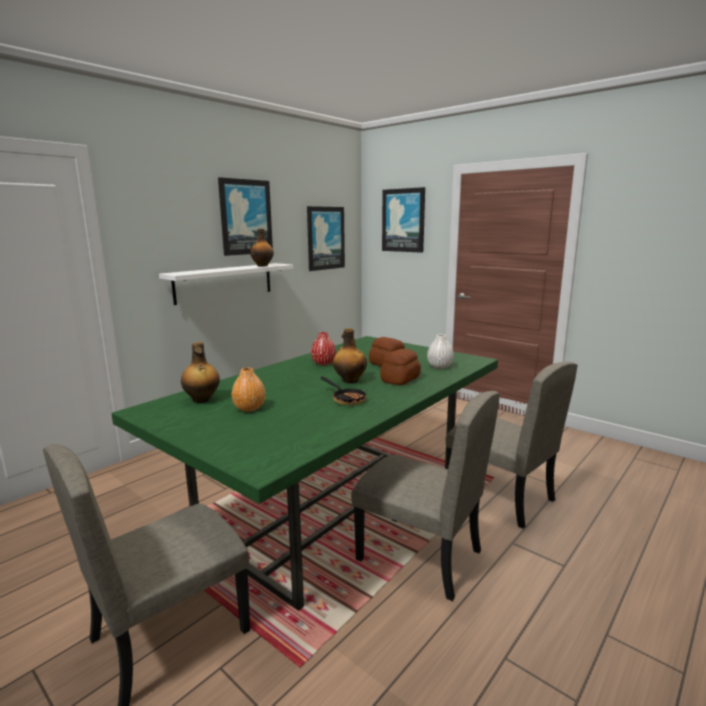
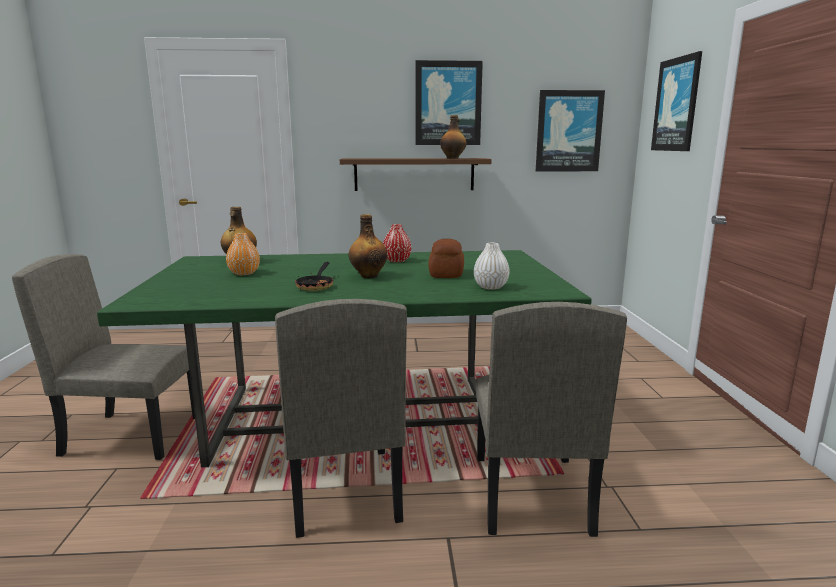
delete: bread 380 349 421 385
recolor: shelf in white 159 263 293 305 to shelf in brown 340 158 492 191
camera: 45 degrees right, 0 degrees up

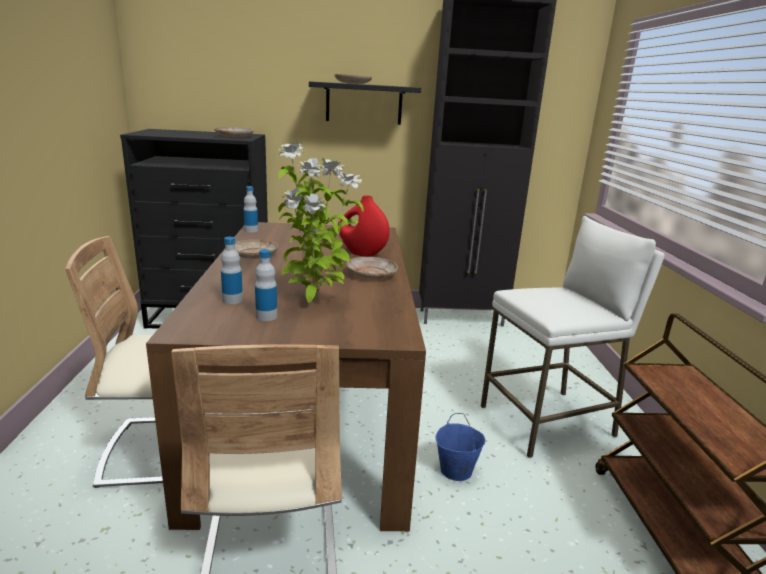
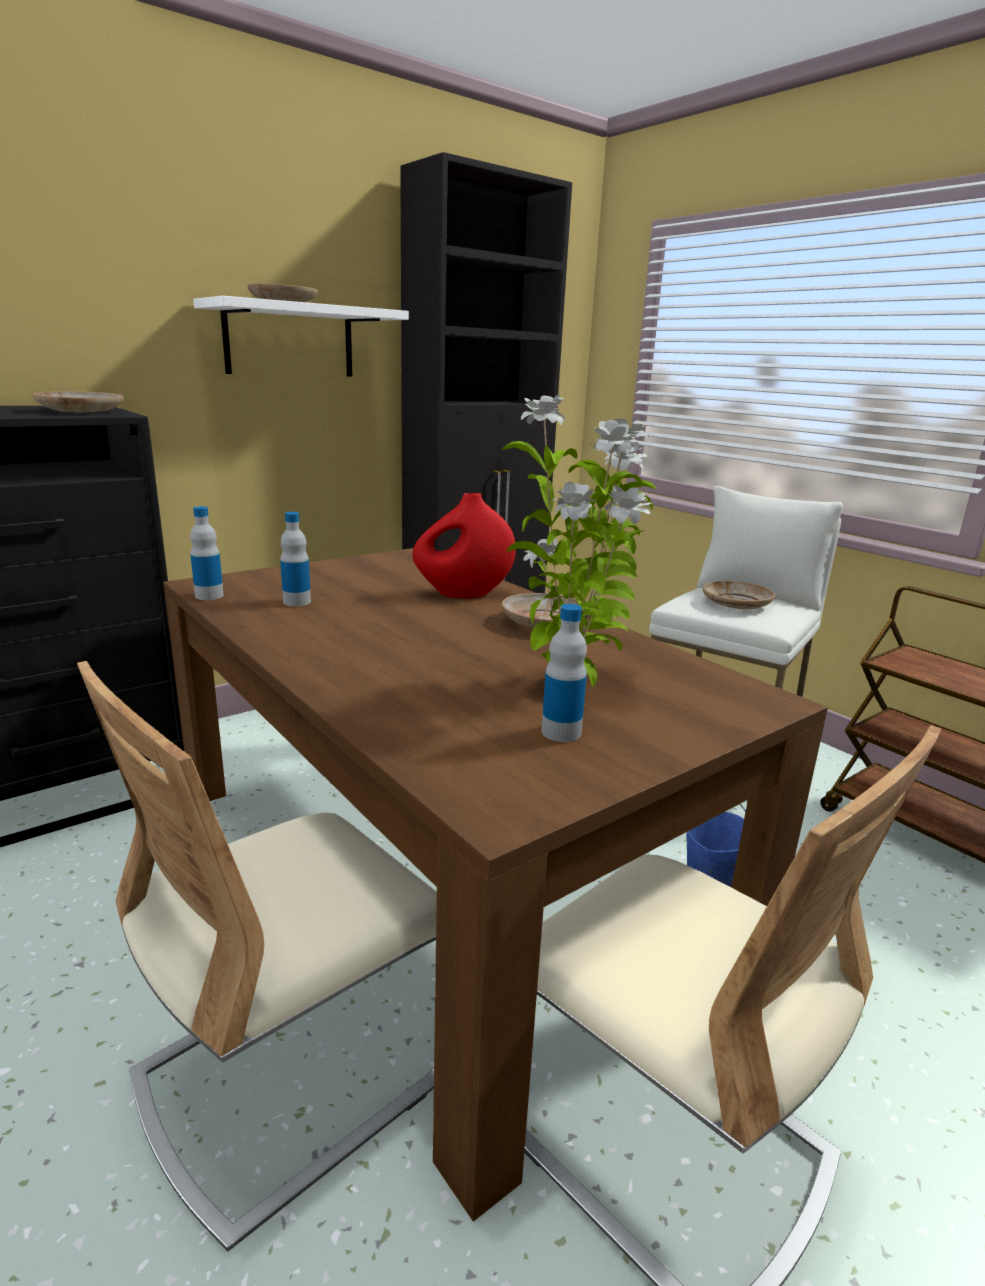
move: bottle 221 237 243 304 to 280 512 311 606; plate in beige 234 240 278 259 to 703 581 775 609
recolor: shelf in black 309 81 421 125 to shelf in white 193 296 409 377
camera: 35 degrees left, 0 degrees up

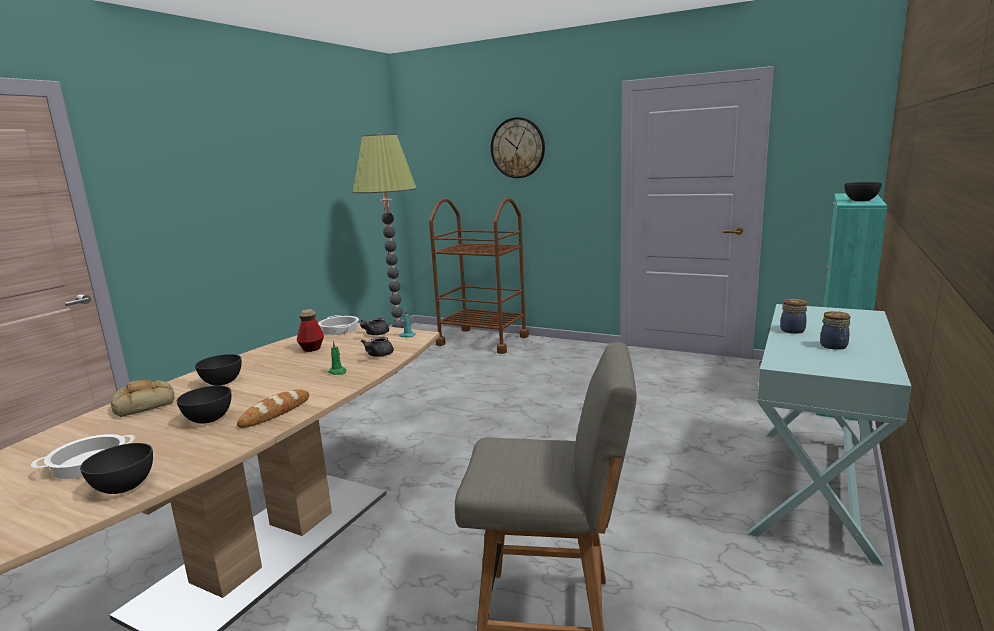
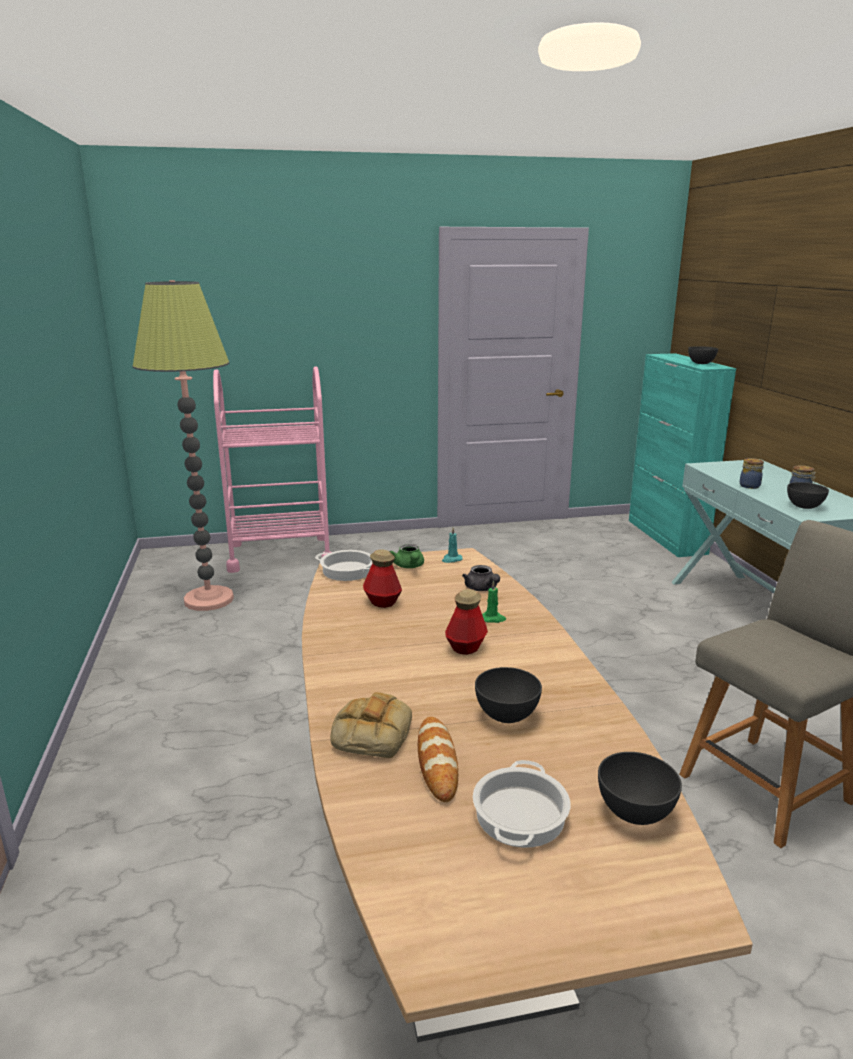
delete: wall clock 491 117 545 178
insert: bottle 445 589 488 655
move: bread 237 389 309 428 to 418 717 458 802; bowl in grey 195 354 242 386 to 787 482 829 509
recolor: cart in brown 429 198 529 354 to cart in pink 213 366 331 573; teapot in grey 360 318 389 335 to teapot in green 389 544 424 568
camera: 40 degrees left, 5 degrees up

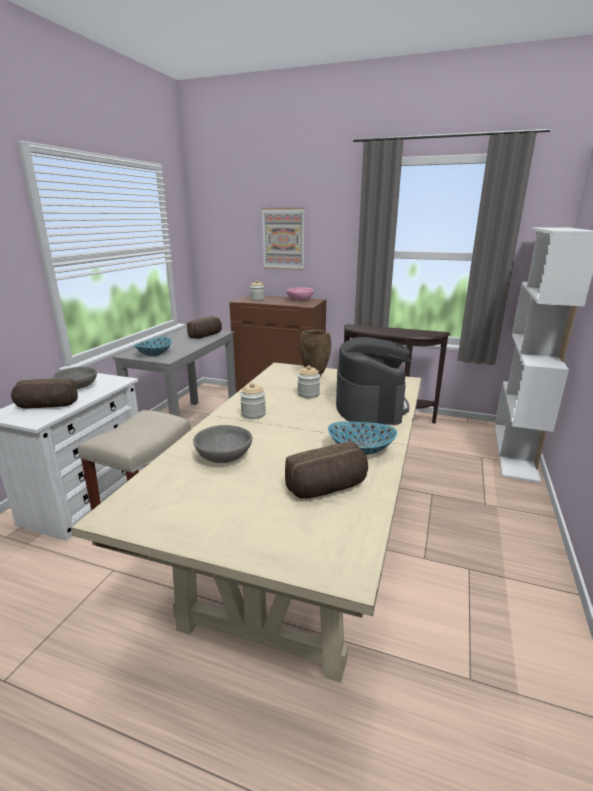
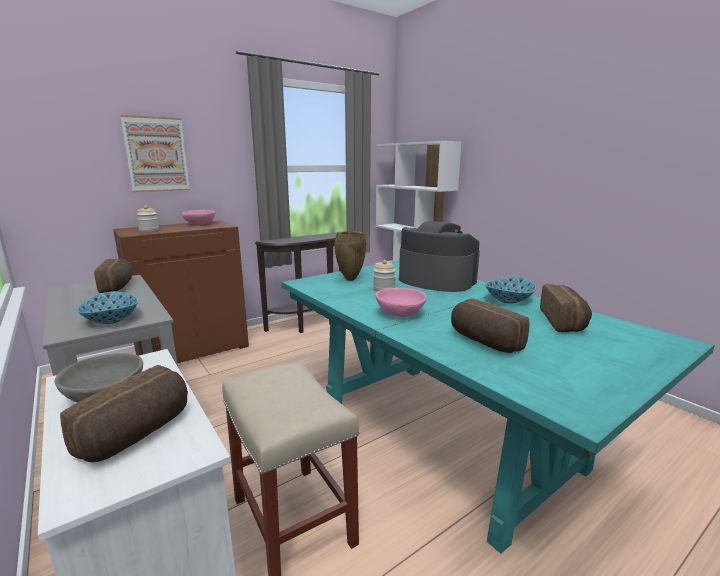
replace: jar 240 383 266 419 to bowl in pink 375 288 427 317; bowl in grey 193 425 252 463 to bread 451 298 529 353
recolor: dining table in beige 71 362 422 683 to dining table in turquoise 281 260 715 554
camera: 55 degrees left, 5 degrees down

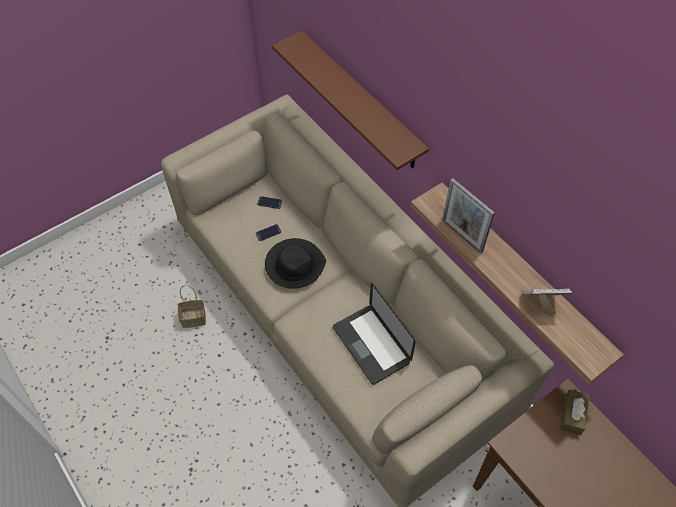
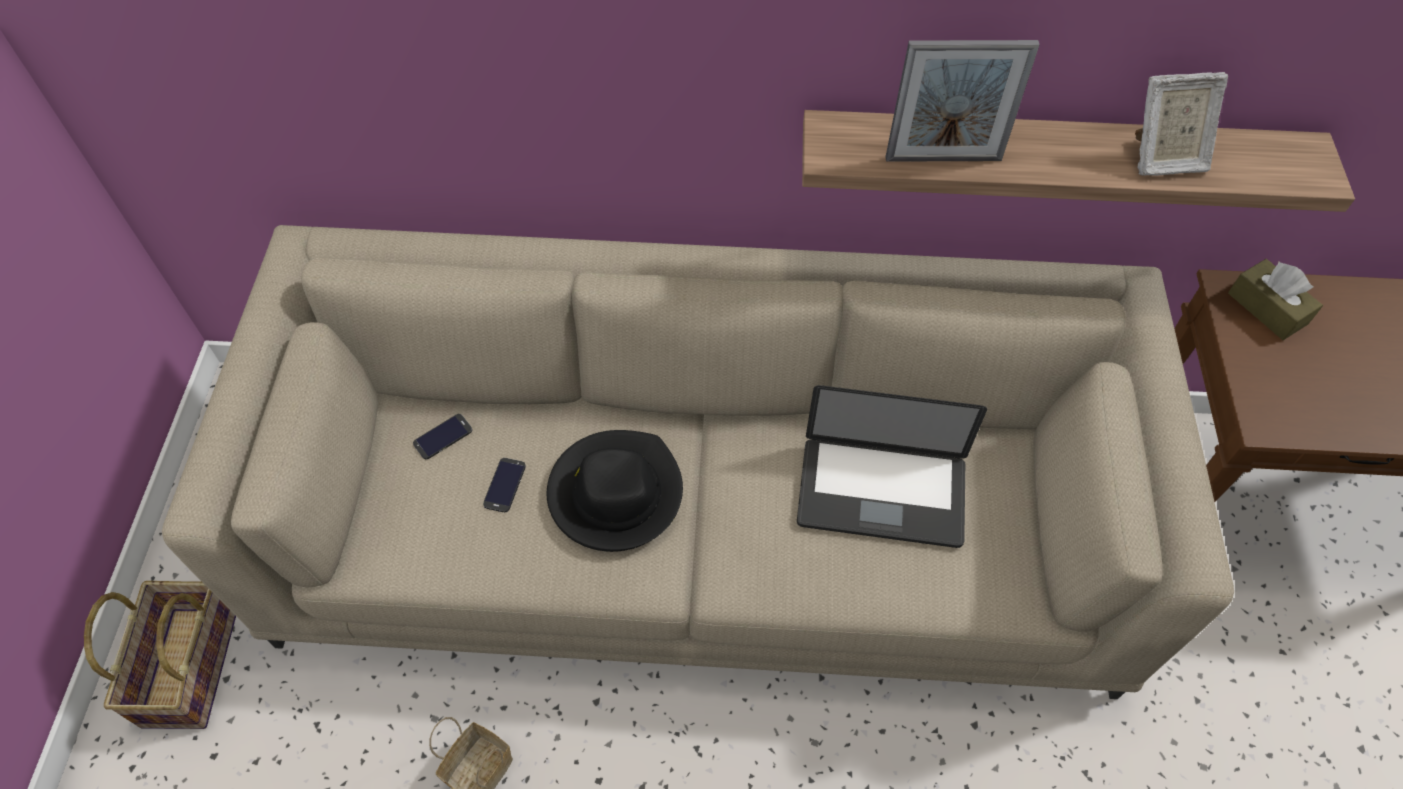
delete: shelf in brown 272 31 429 170
insert: basket 84 581 236 729
rotate: picture frame 521 289 572 316 = 1135 72 1228 176 135 degrees counterclockwise
camera: 50 degrees left, 0 degrees up

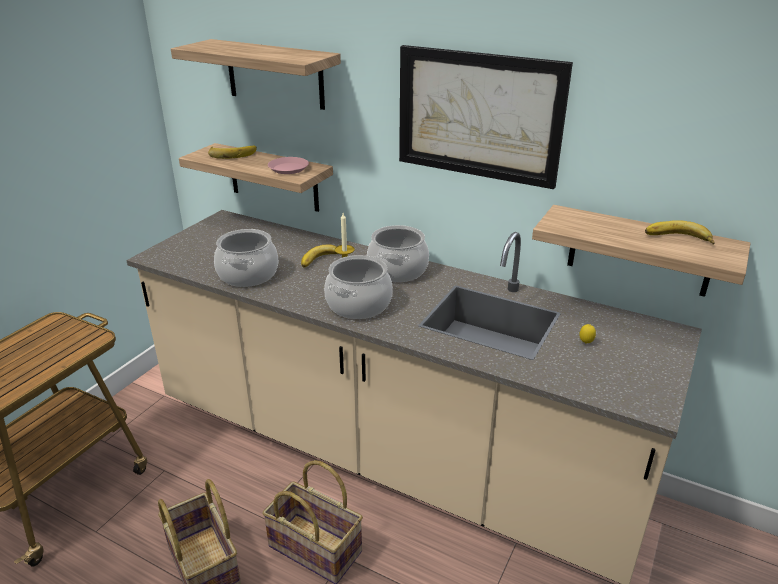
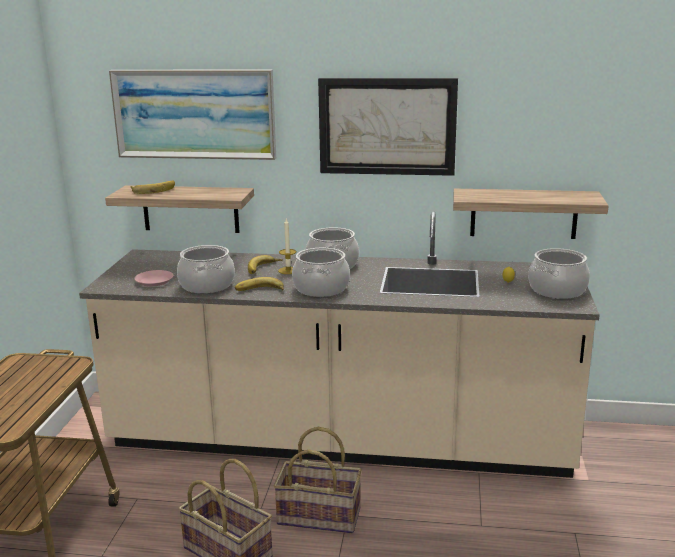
insert: cooking pot 528 248 590 299
move: plate in pink 268 157 309 174 to 135 270 174 287; banana 645 220 715 245 to 235 277 284 291
replace: shelf 171 39 341 110 to picture 109 70 276 160
camera: 20 degrees left, 10 degrees down

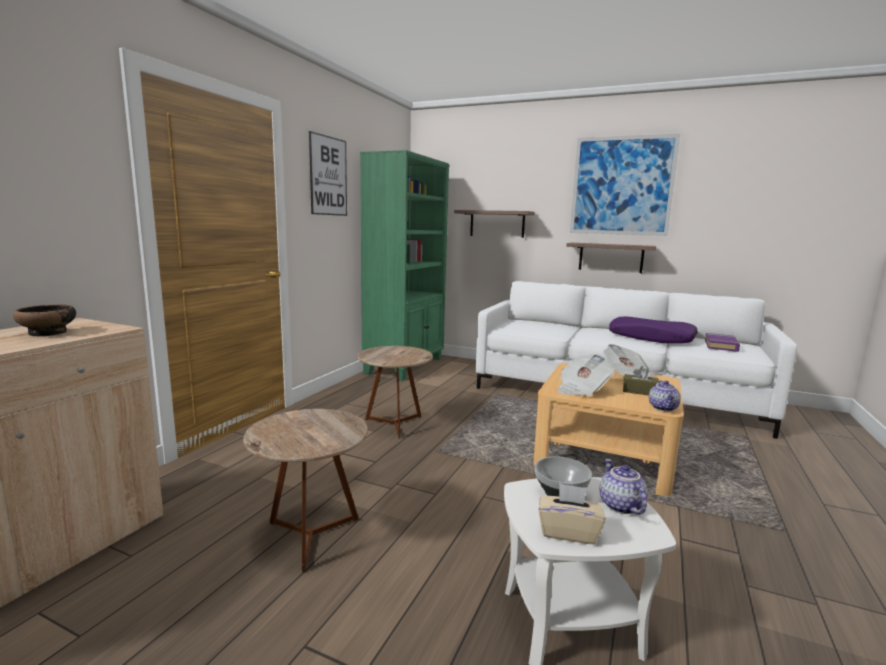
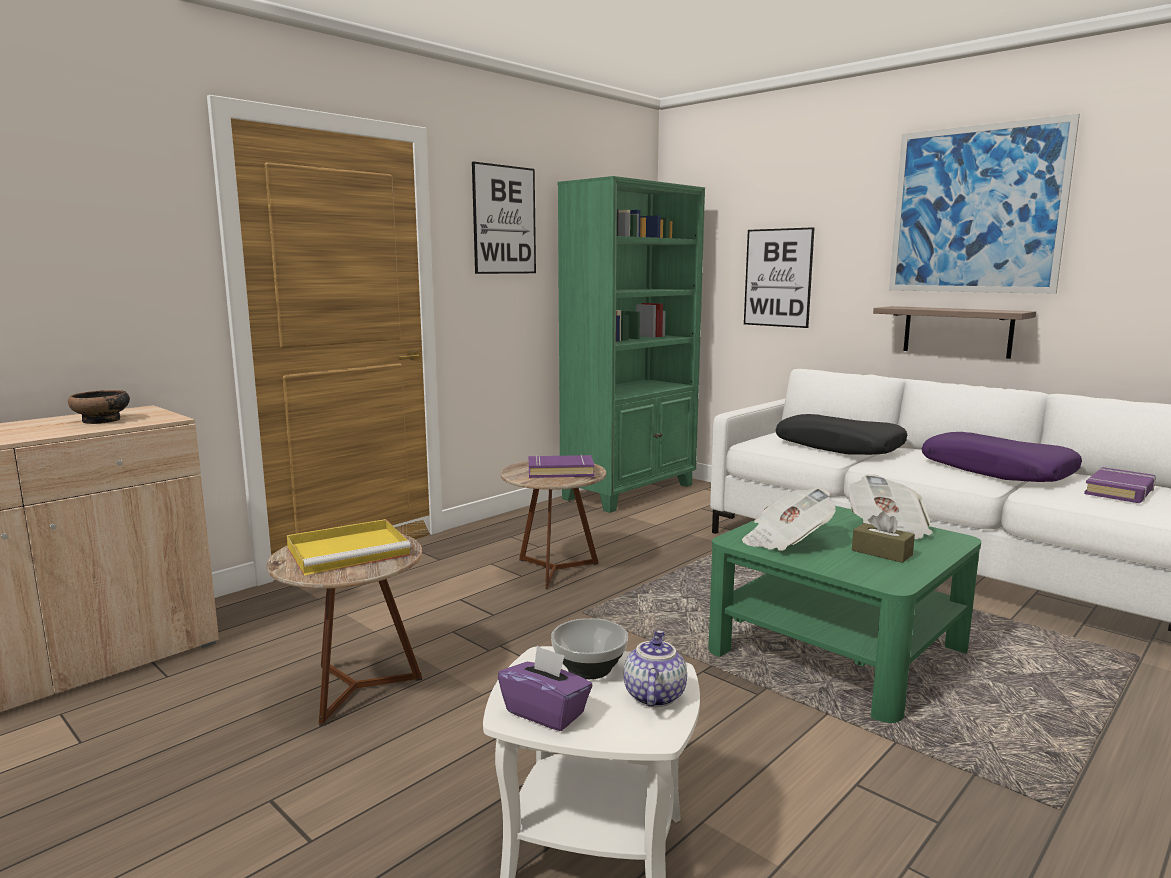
delete: teapot 649 380 681 412
insert: tray in yellow 287 519 410 576; book in purple 529 455 594 478; pillow in black 776 414 907 455
replace: shelf 454 210 535 238 to picture 744 227 815 328
recolor: tissue box in beige 538 483 606 544 to tissue box in purple 498 645 592 731; coffee table in beige 533 363 684 496 to coffee table in green 708 506 981 723
camera: 20 degrees right, 0 degrees up

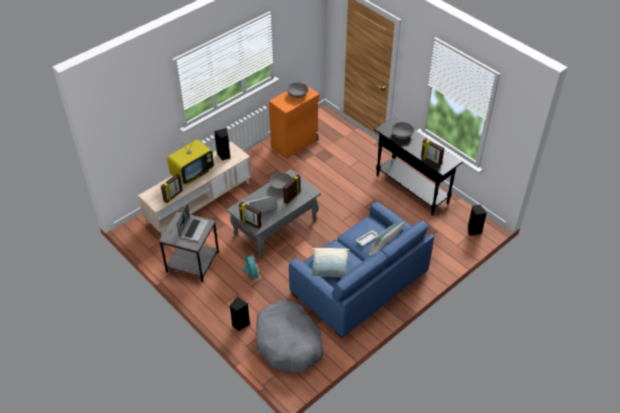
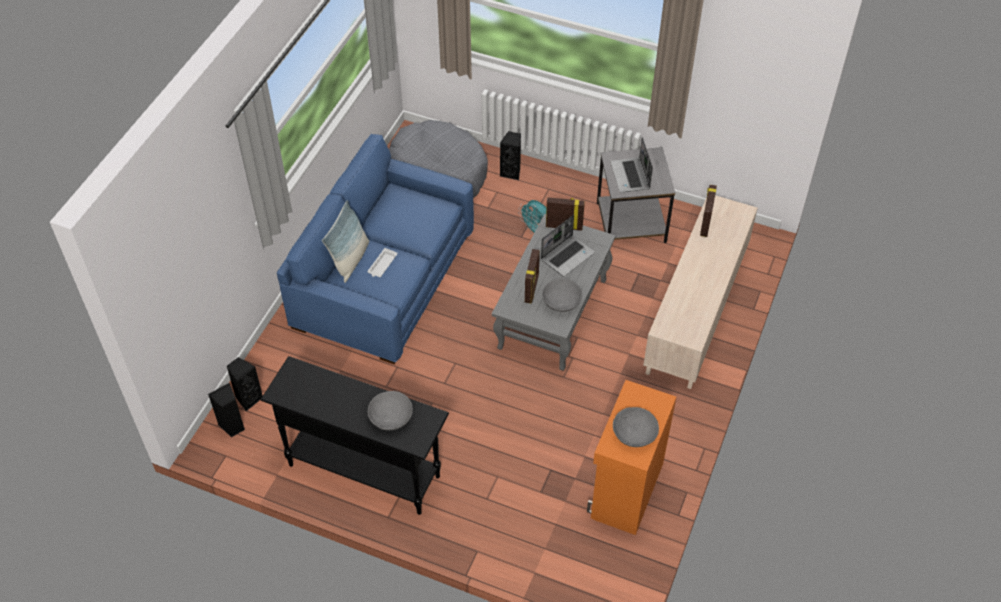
delete: television 167 137 214 185; pillow 311 248 350 277; picture frame 421 138 444 167
move: speaker in black 214 128 230 160 to 226 357 263 411
camera: 155 degrees right, 5 degrees up

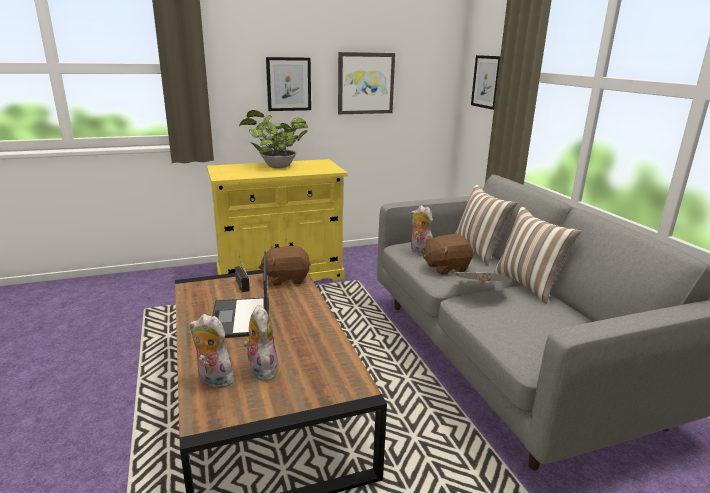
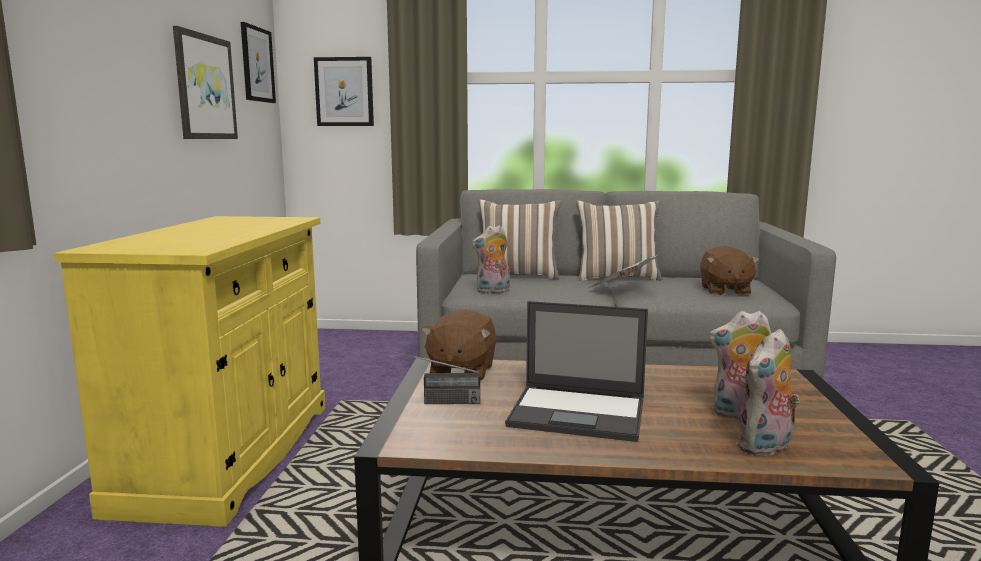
delete: potted plant 239 110 308 169
move: picture 266 57 311 111 to 241 22 276 103; plush toy in brown 423 234 473 275 to 700 246 760 295
camera: 65 degrees left, 10 degrees down

